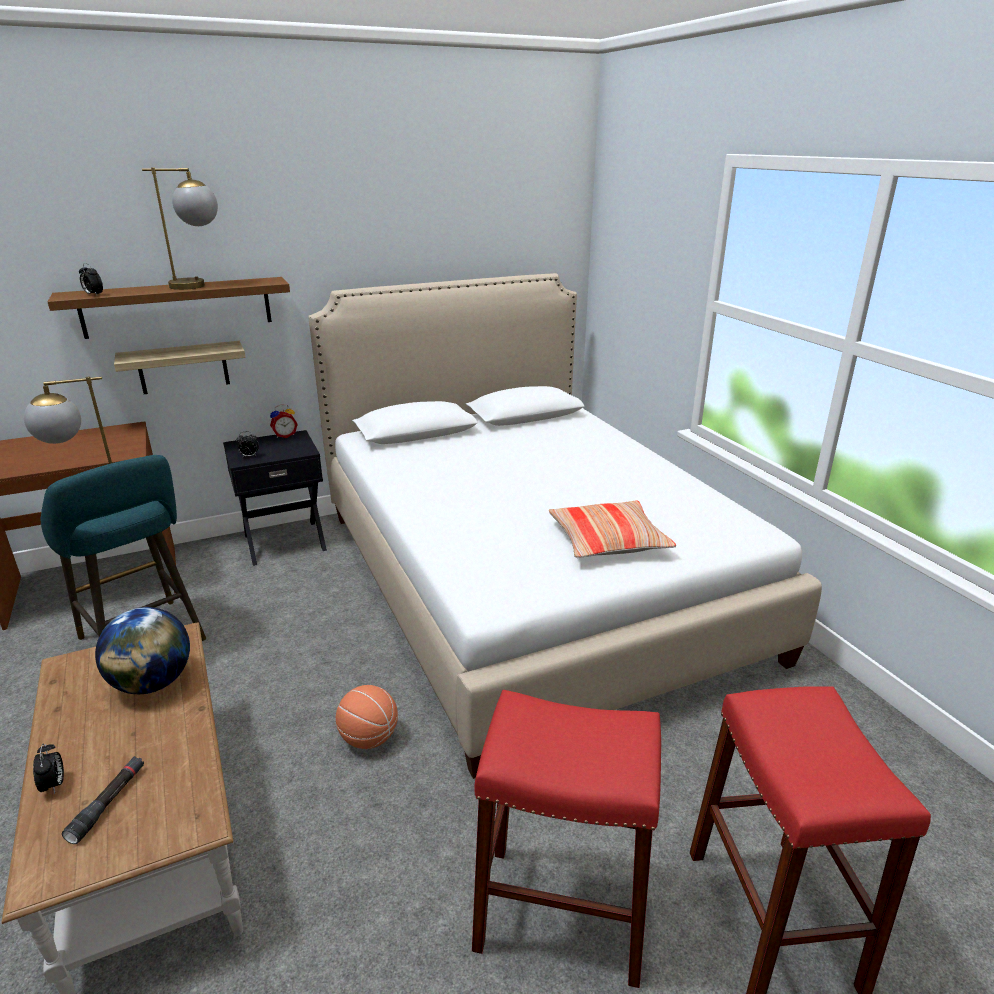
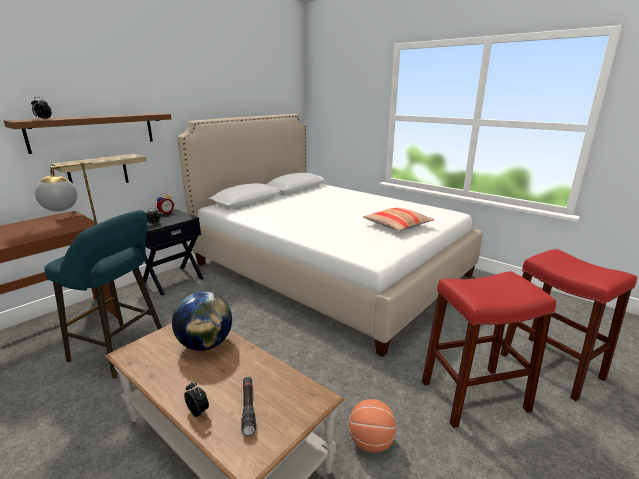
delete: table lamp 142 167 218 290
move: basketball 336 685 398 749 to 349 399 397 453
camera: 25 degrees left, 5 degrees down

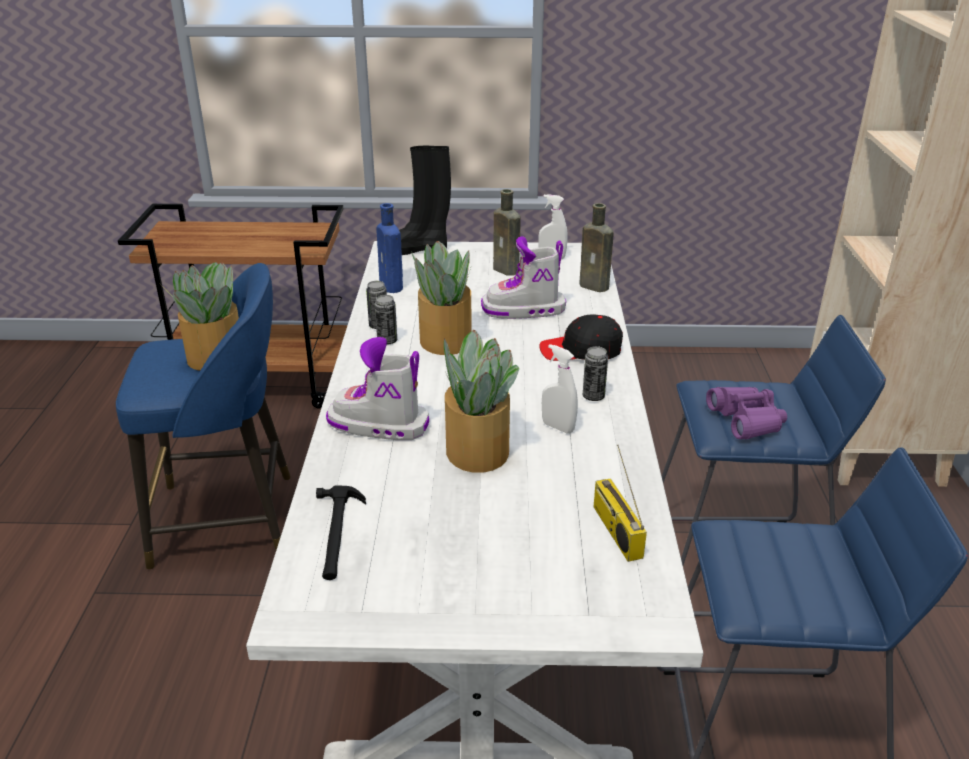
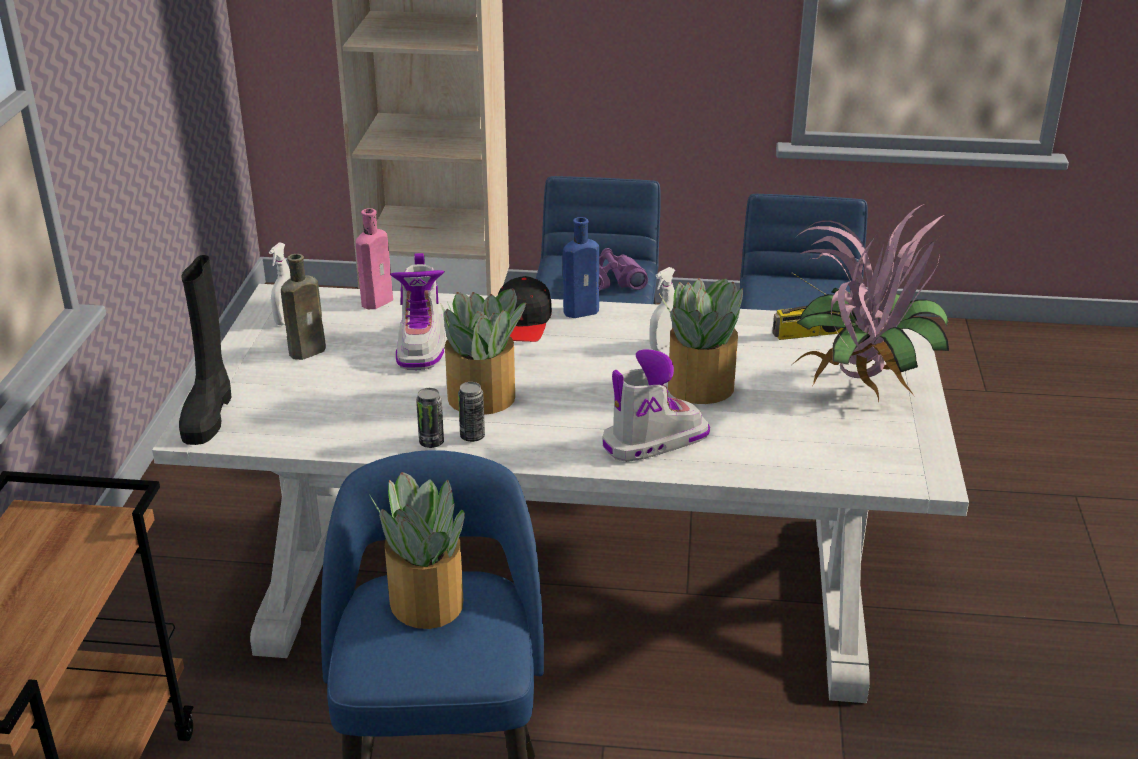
delete: hammer 316 486 366 580; can 583 346 608 401
insert: potted plant 793 204 949 404
move: bottle in blue 376 203 403 293 to 563 217 599 318
recolor: bottle in brown 580 203 613 292 to bottle in pink 356 208 393 309
rotate: boot 326 337 429 440 = 602 349 710 462 135 degrees counterclockwise
camera: 85 degrees left, 0 degrees up

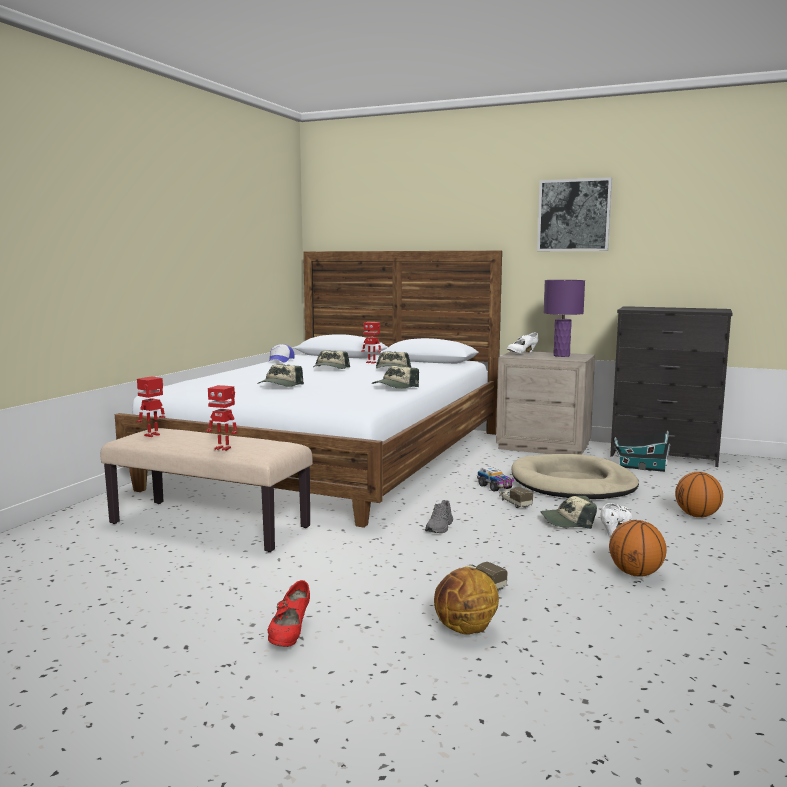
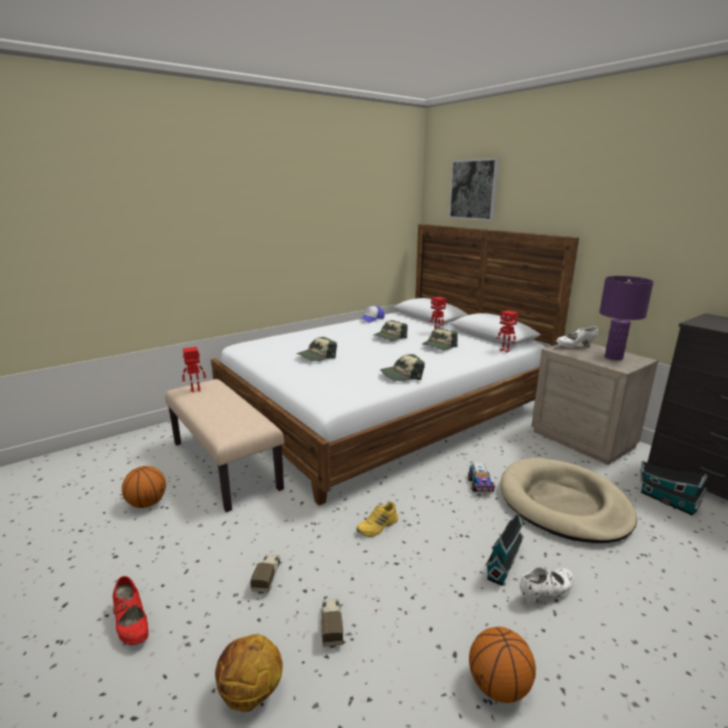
move: basketball 675 472 723 517 to 122 466 166 508; toy truck 499 487 533 508 to 250 554 280 594; picture 537 177 612 251 to 448 158 500 221; toy robot 206 385 237 451 to 496 310 518 353
replace: cap 540 496 597 529 to toy house 485 513 524 586
recolor: shoe in grey 425 500 453 533 to shoe in yellow 357 501 398 537
rotate: shoe in red 268 580 310 647 = 113 576 148 645 75 degrees counterclockwise
camera: 30 degrees right, 10 degrees up

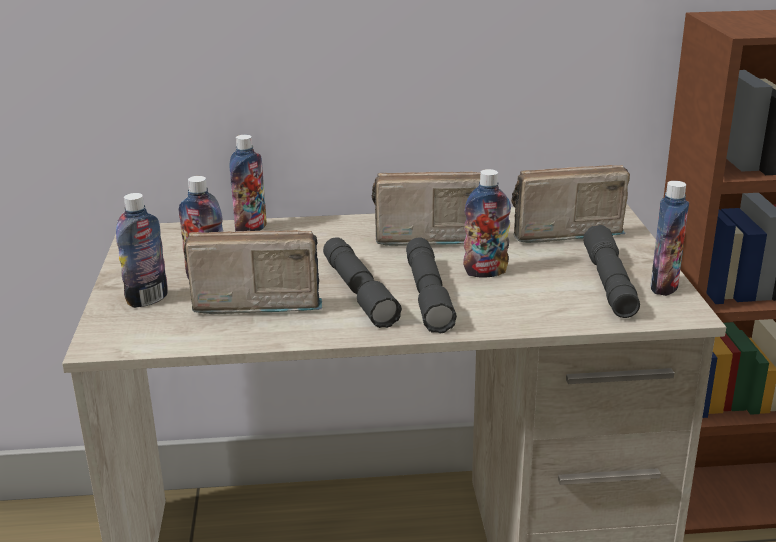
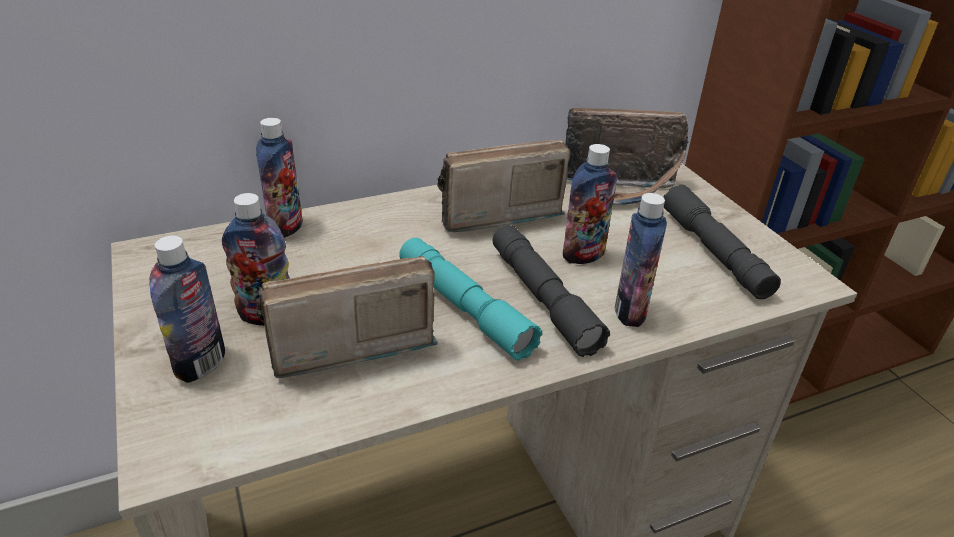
move: bottle 650 181 689 296 to 615 193 667 327
recolor: flashlight in grey 323 237 402 328 to flashlight in turquoise 399 237 542 361
rotate: radio 511 165 630 243 = 565 107 688 205 150 degrees counterclockwise
camera: 20 degrees left, 10 degrees up

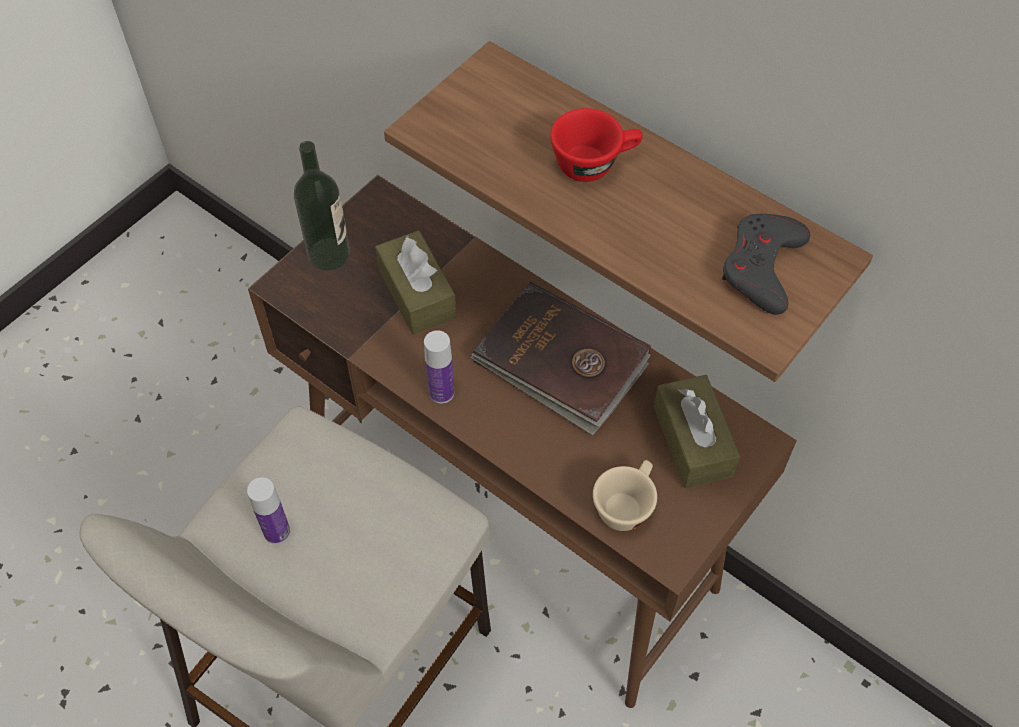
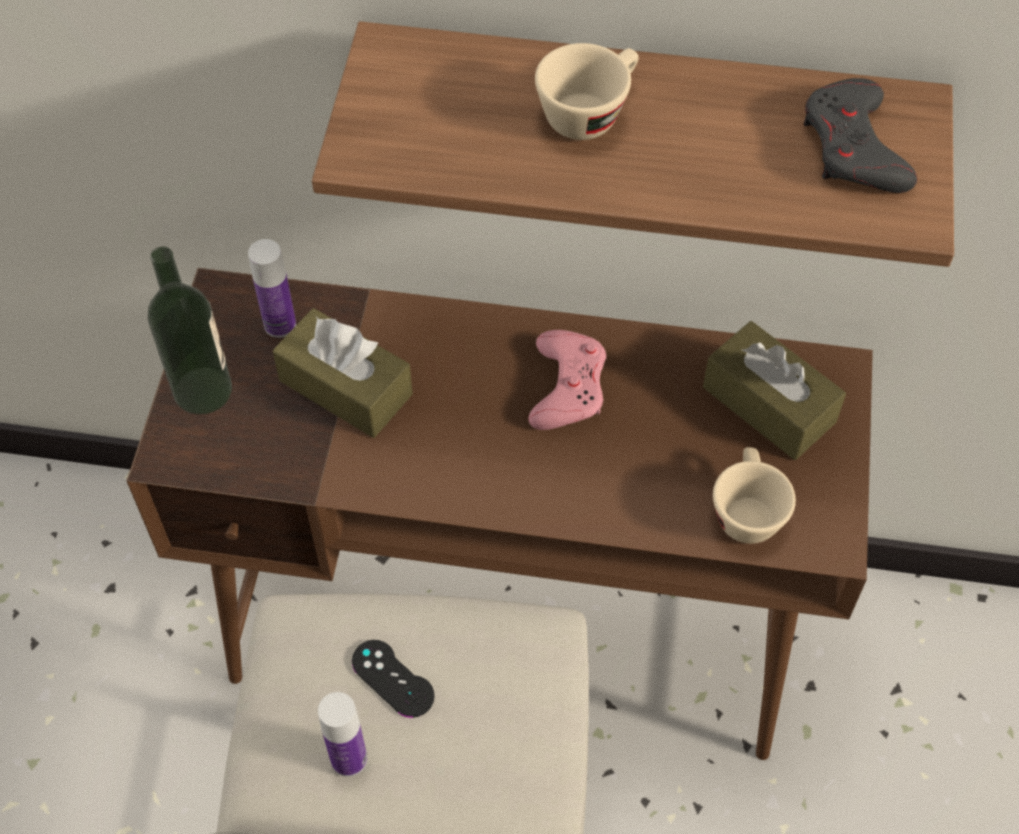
insert: game controller in black 352 640 435 718
move: bottle 424 330 454 404 to 248 239 296 338
replace: book in brown 471 282 651 436 to game controller in pink 528 330 606 430
recolor: cup in red 550 108 643 182 to cup in beige 535 43 639 140
camera: 30 degrees left, 0 degrees up

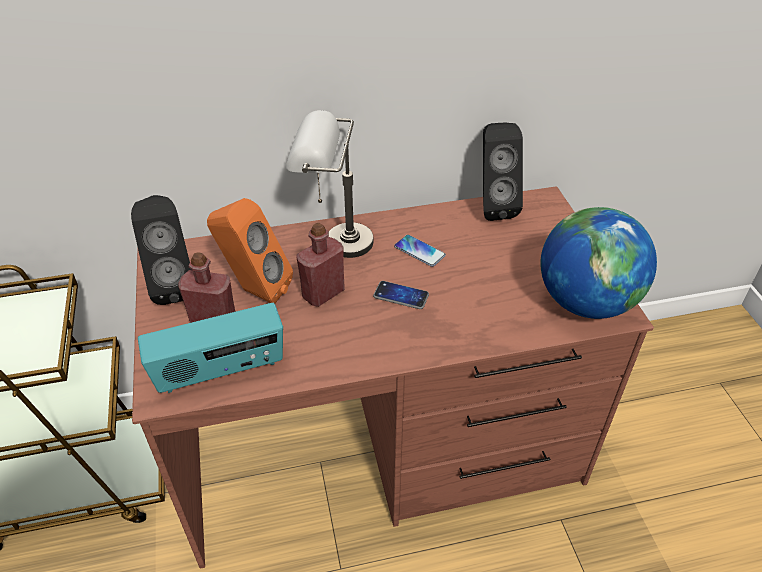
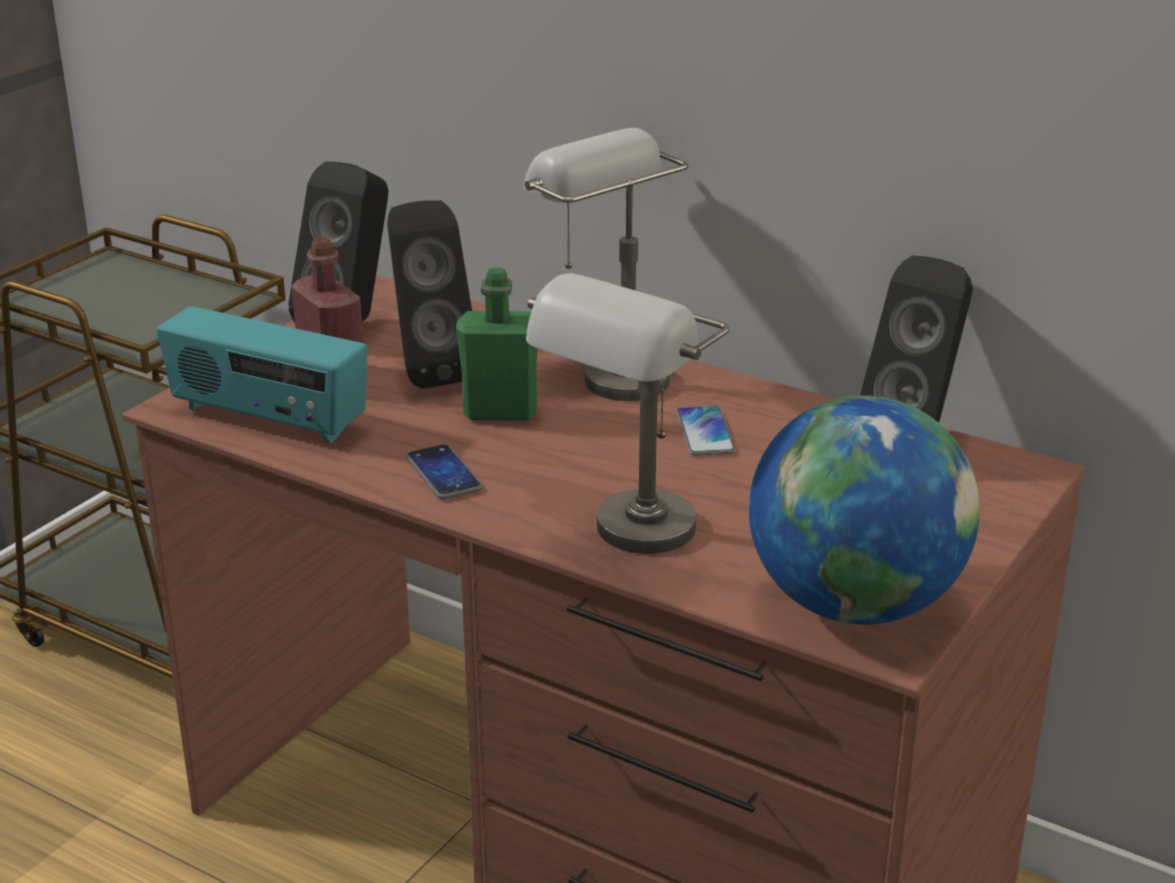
insert: table lamp in grey 526 273 730 554
move: phone 373 281 429 309 to 406 444 482 500
recolor: speaker in orange 207 198 293 303 to speaker in black 387 200 472 389; bottle in red 296 223 345 307 to bottle in green 456 268 538 421
camera: 45 degrees right, 15 degrees down

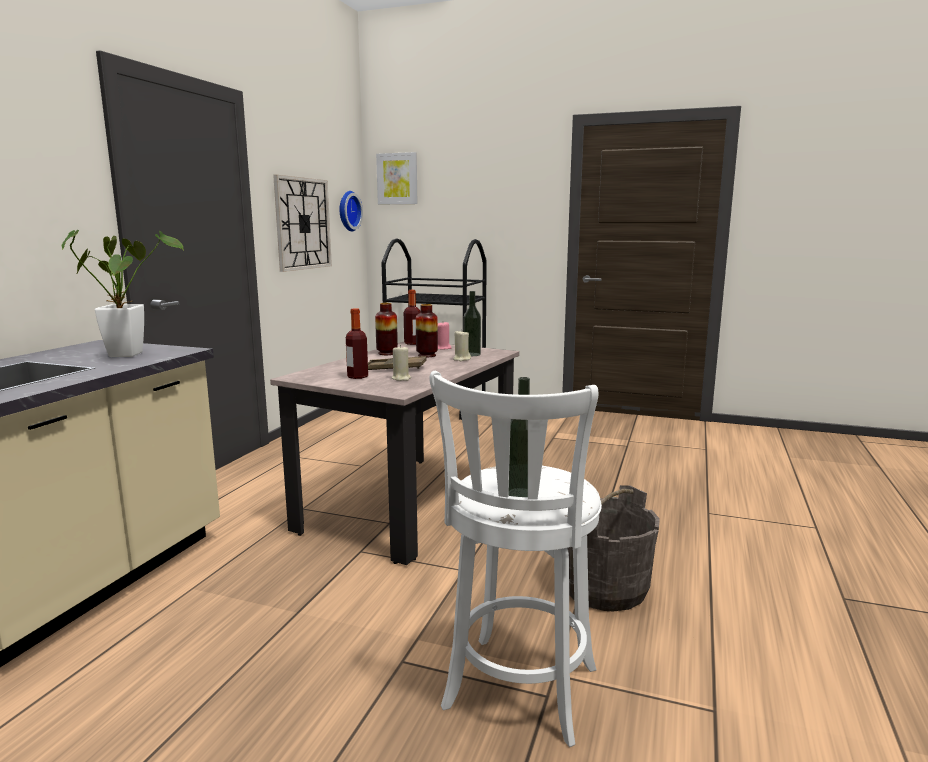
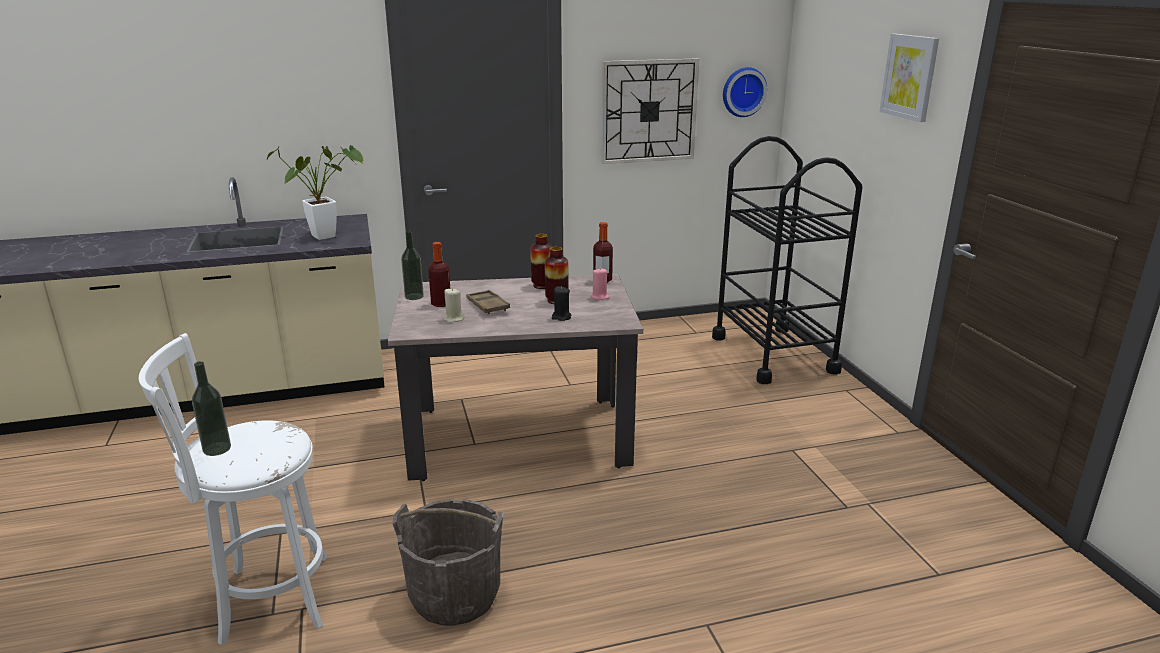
move: bottle 464 291 481 356 to 401 231 424 300; picture 376 152 418 204 to 879 34 939 122
recolor: candle in beige 453 331 471 361 to candle in black 552 286 571 321
camera: 55 degrees right, 10 degrees up

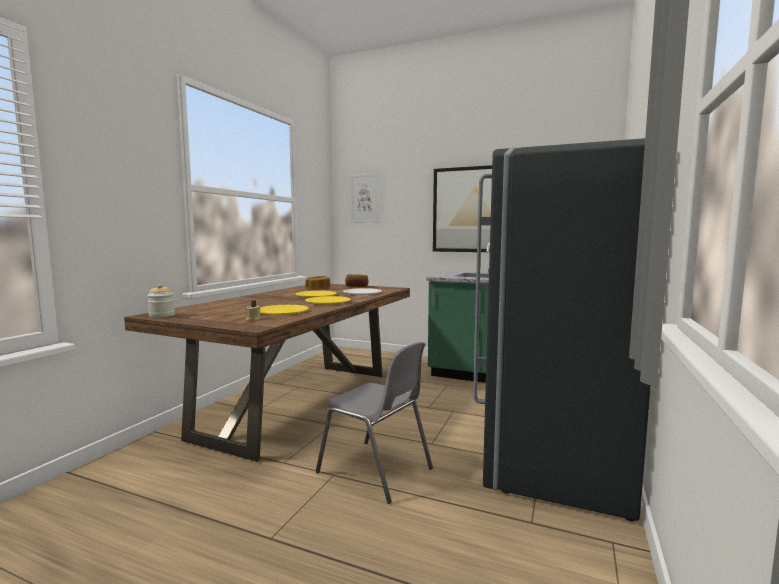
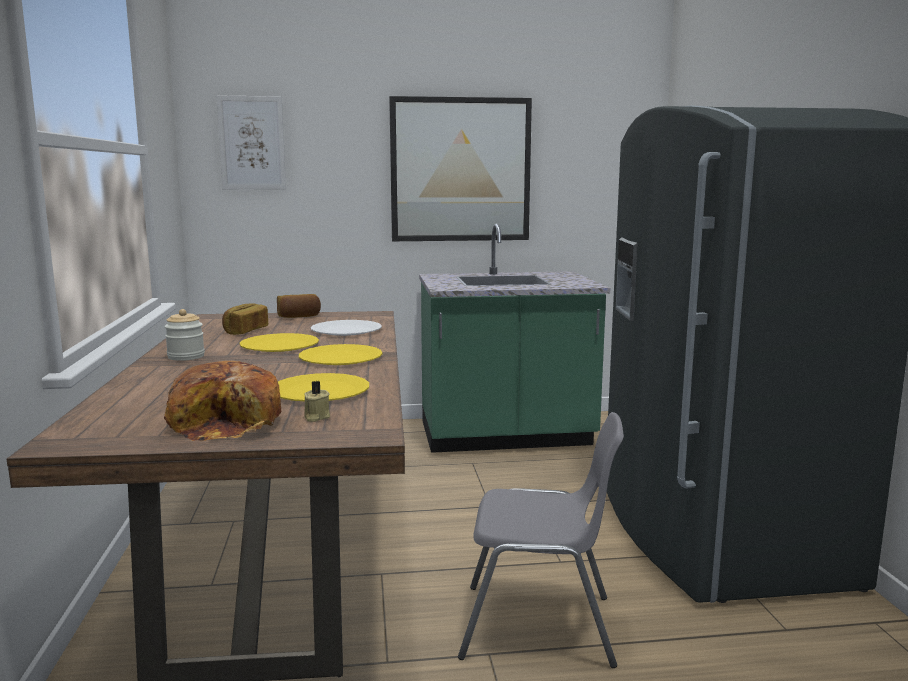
insert: bread 164 361 282 441
move: jar 147 284 175 317 to 165 309 205 361
camera: 30 degrees left, 5 degrees up

